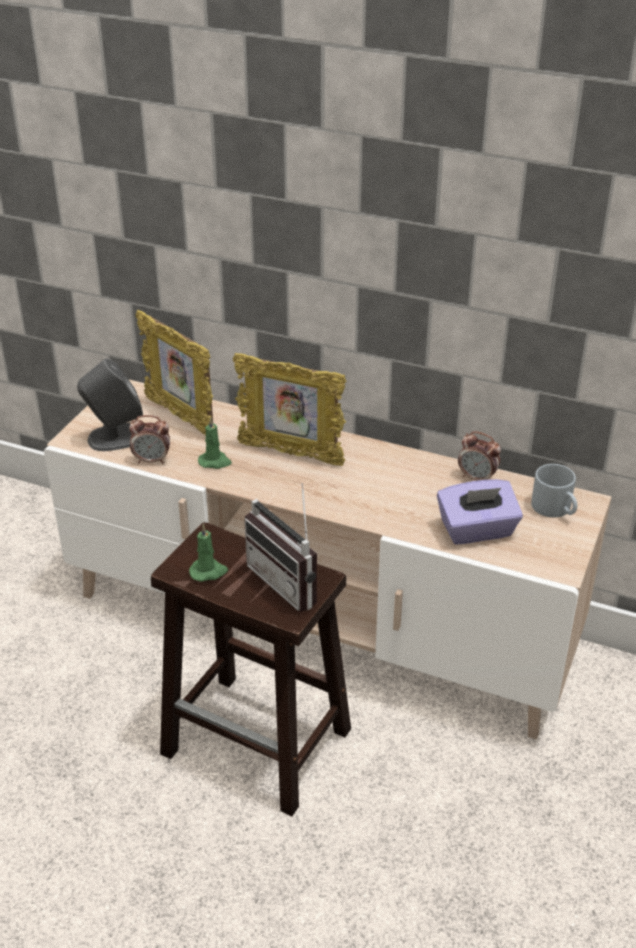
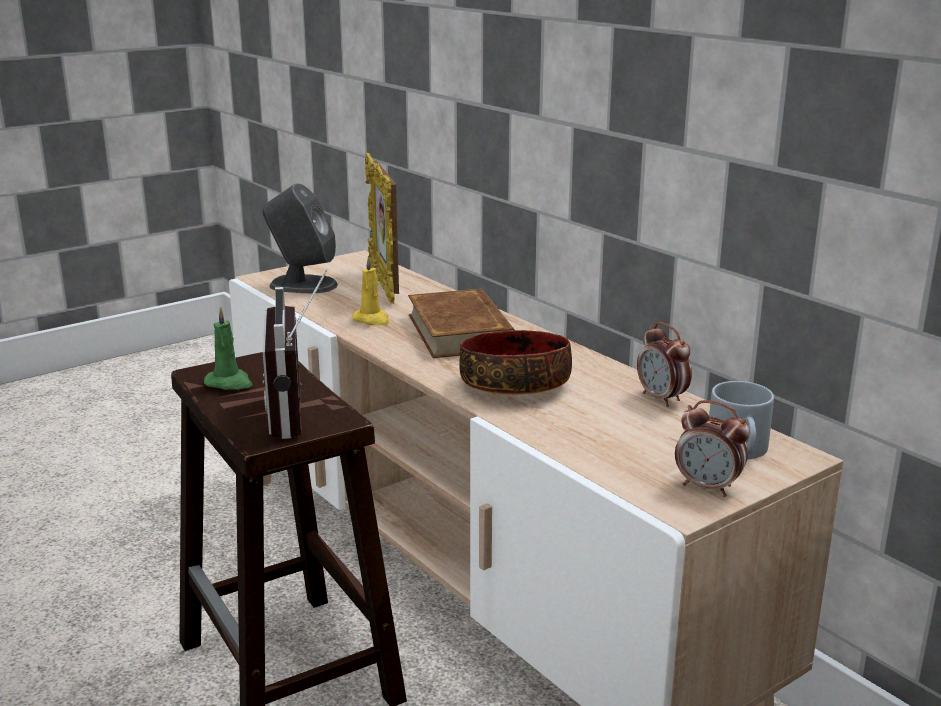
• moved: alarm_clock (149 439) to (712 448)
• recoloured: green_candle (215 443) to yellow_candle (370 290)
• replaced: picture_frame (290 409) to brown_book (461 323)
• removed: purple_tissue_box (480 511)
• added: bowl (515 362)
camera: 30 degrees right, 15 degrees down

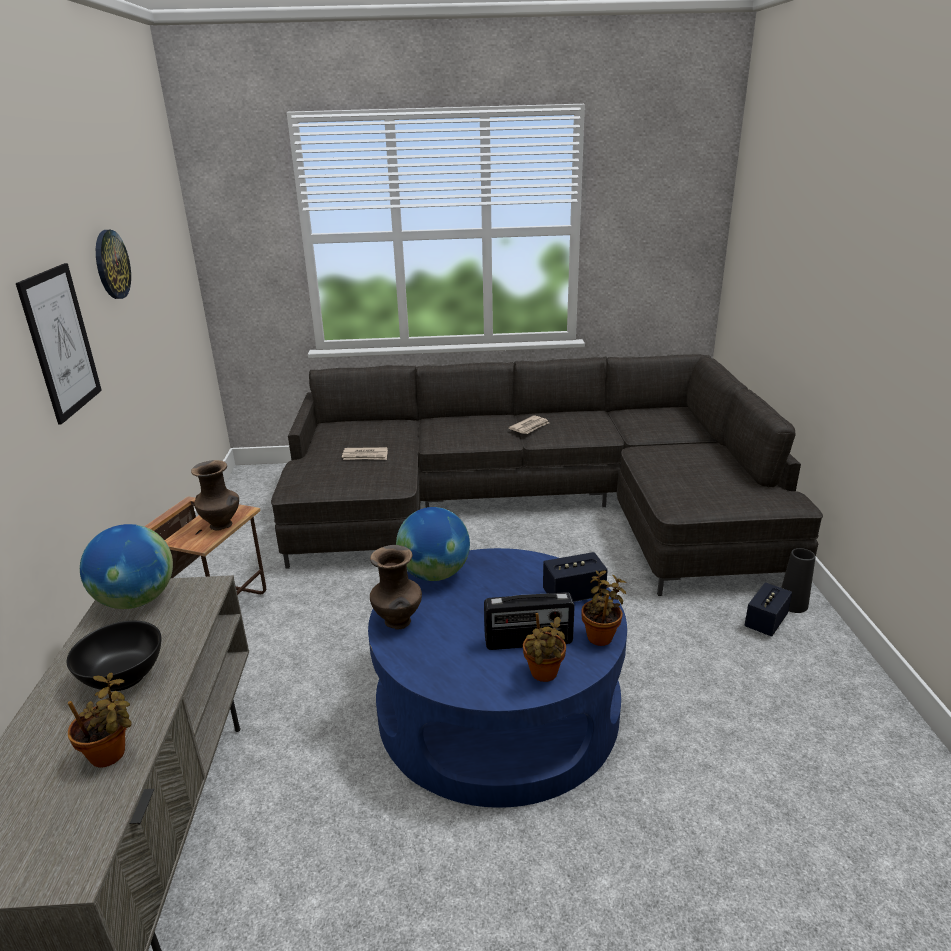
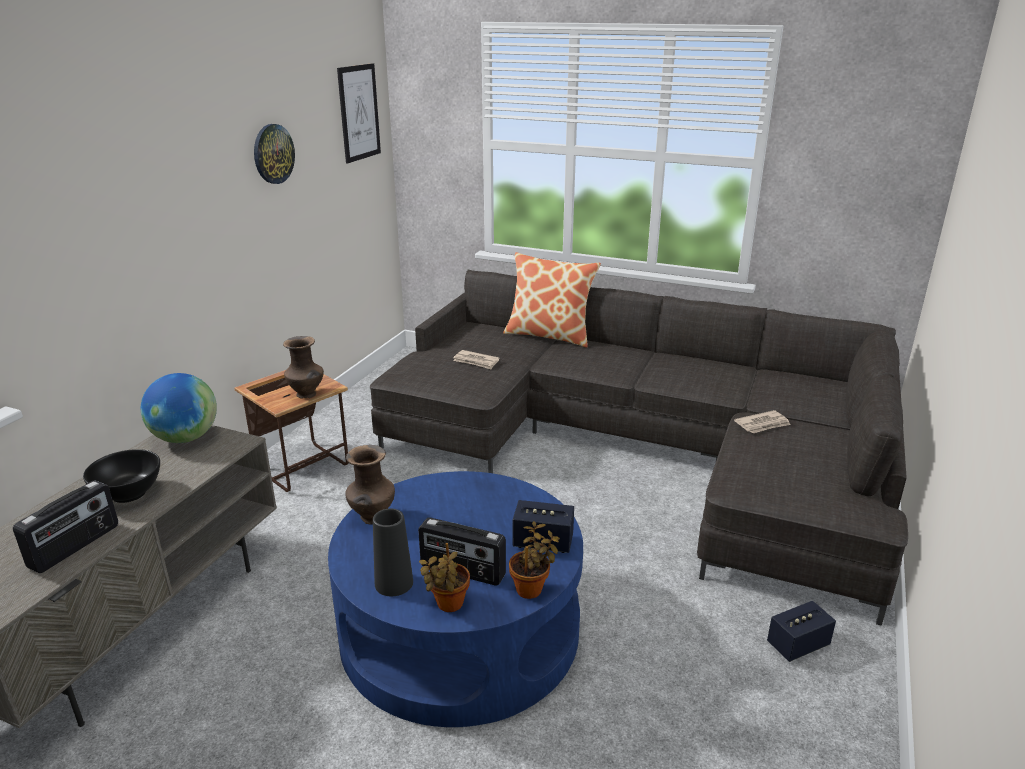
• moved: picture (59 344) to (359 113)
• replaced: potted_plant (100 719) to radio (65 526)
• removed: globe (433 544)
• moved: newspaper (529 424) to (762 421)
• moved: black_vase (798 580) to (393 552)
• added: pillow (552 300)
camera: 25 degrees right, 0 degrees up

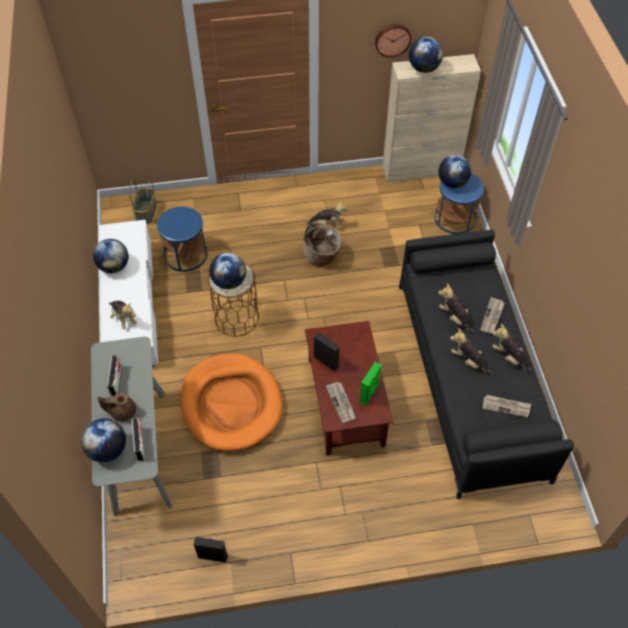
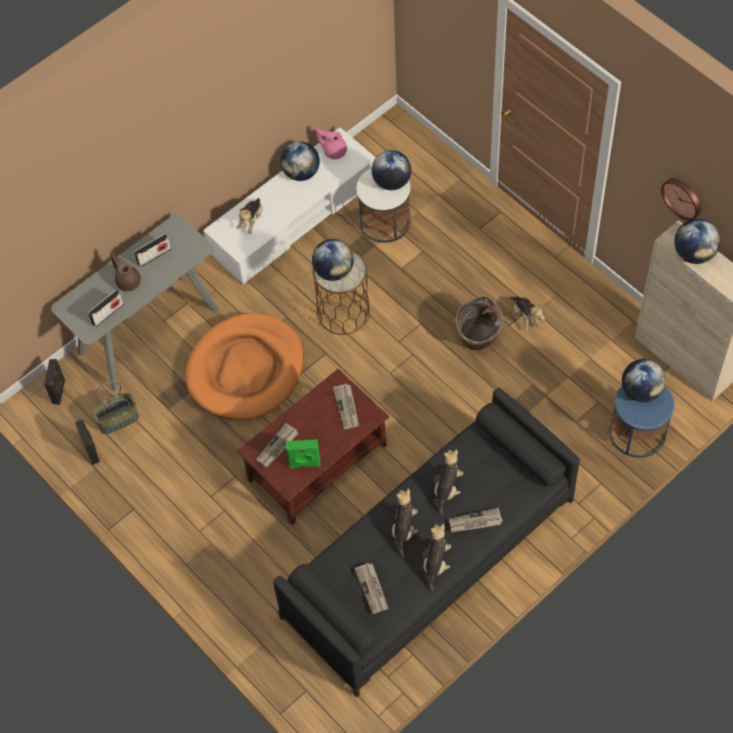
• moved: globe (103 440) to (391 170)
• moved: basket (143 201) to (115 407)
• recoloured: blue_side_table (182 239) to white_side_table (383 205)
• moved: black_speaker (327 351) to (54 382)
• added: pink_teapot (331 143)
• added: newspaper (346 406)
camera: 60 degrees right, 5 degrees up

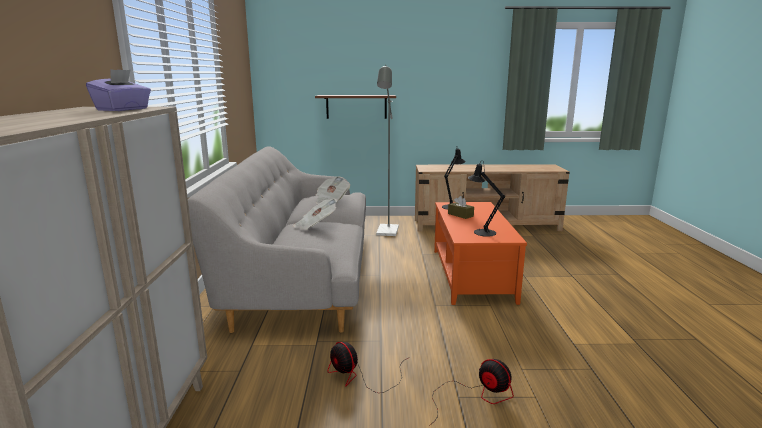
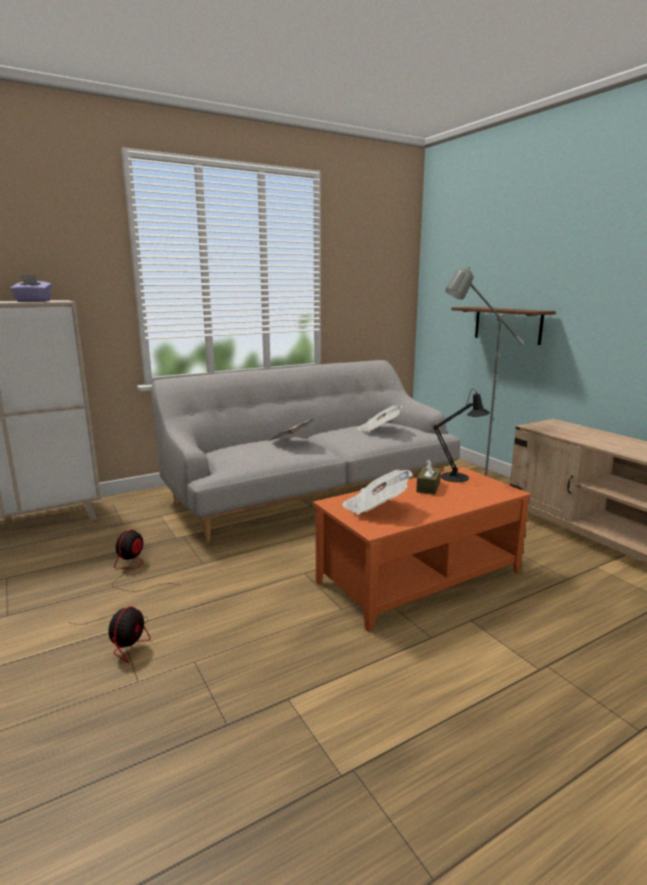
• replaced: black_table_lamp (486 199) to newspaper (377 492)
camera: 60 degrees right, 0 degrees up

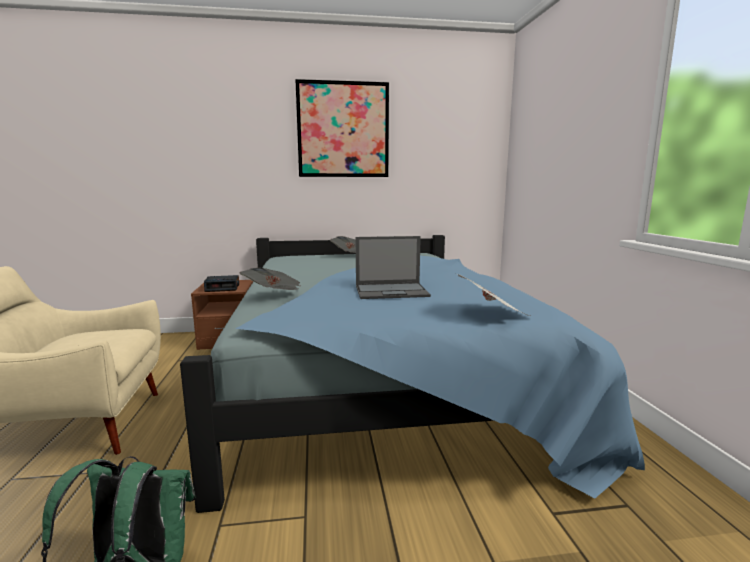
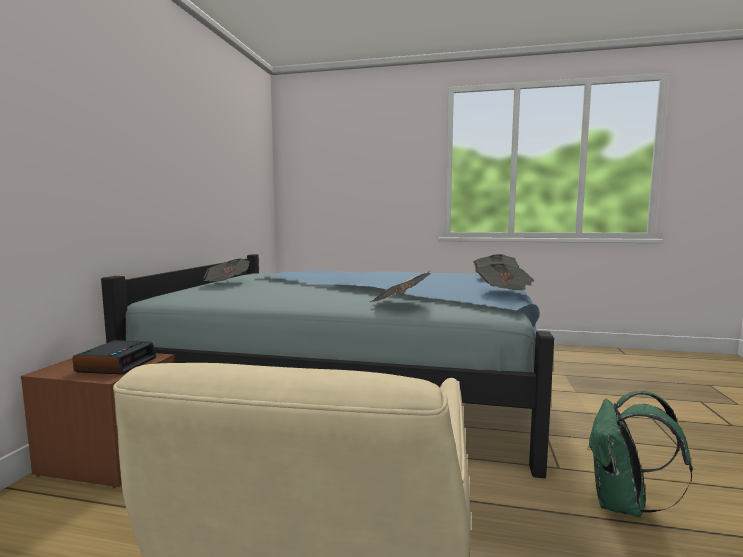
• removed: picture (342 128)
• removed: laptop (393 267)
• added: newspaper (504 276)
camera: 70 degrees left, 5 degrees down

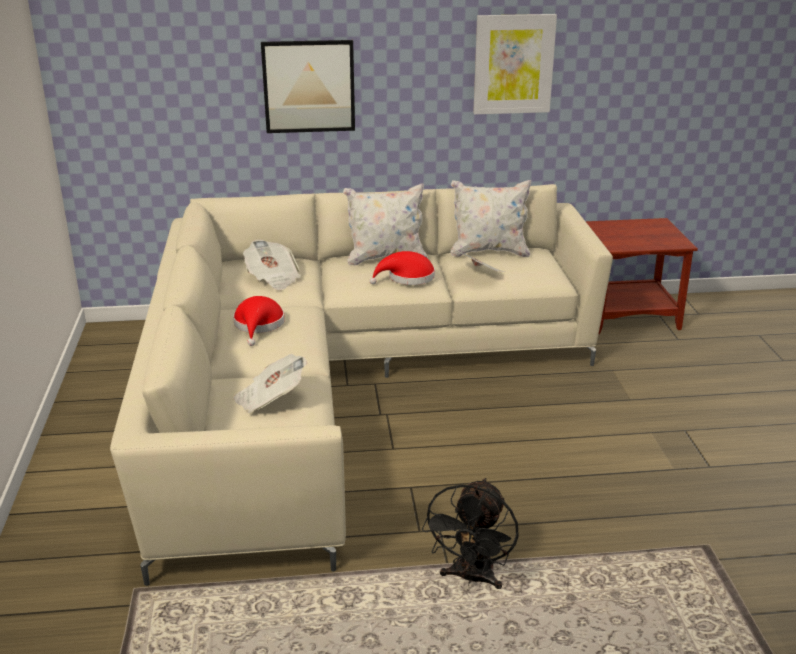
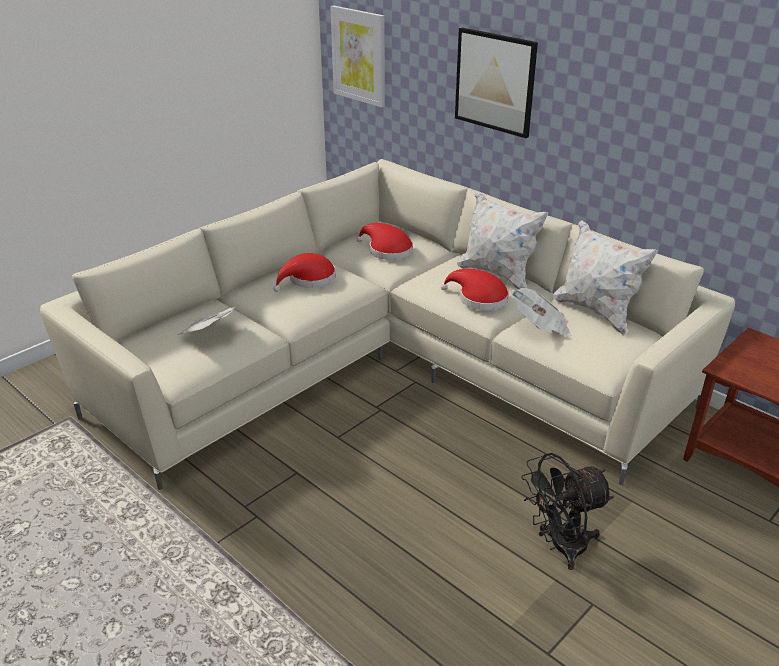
• replaced: newspaper (272 265) to red_hat (384 241)
• moved: black_fan (470 533) to (567 511)
• moved: picture (515 64) to (357 56)
camera: 50 degrees right, 5 degrees up

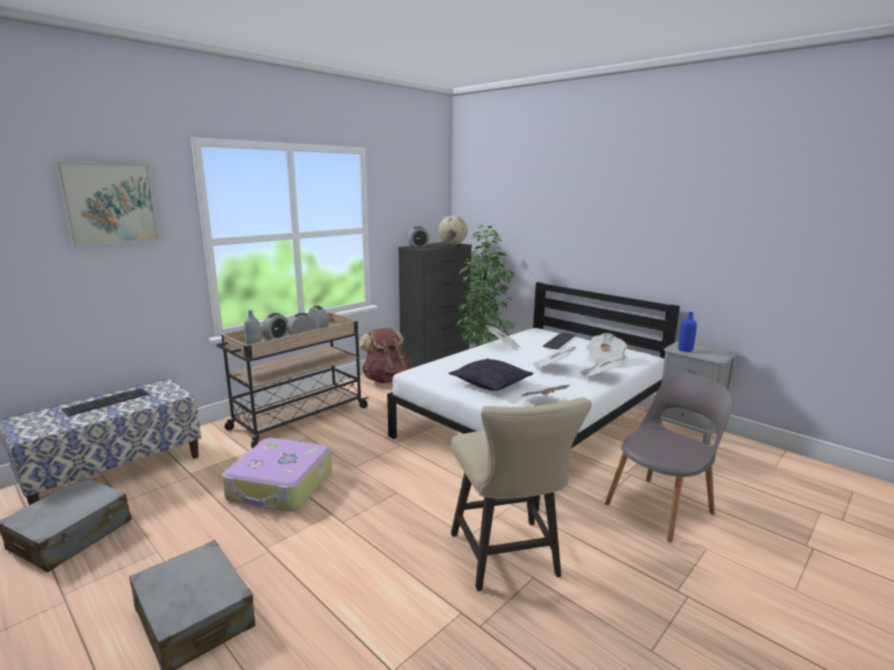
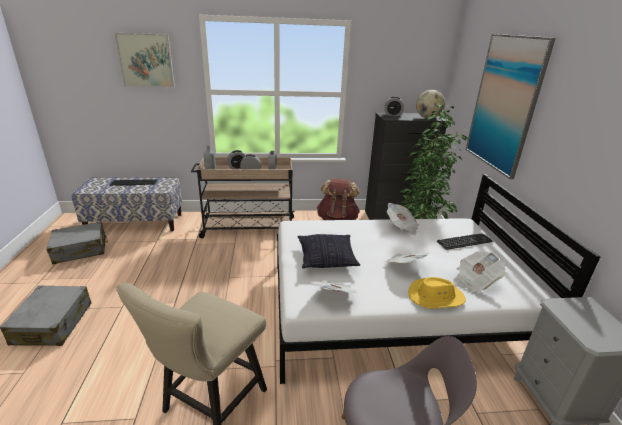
• removed: suitcase (277 475)
• replaced: newspaper (604 366) to yellow_hat (437 293)
• removed: blue_bottle (687 332)
• added: picture (511 106)
camera: 40 degrees right, 10 degrees up

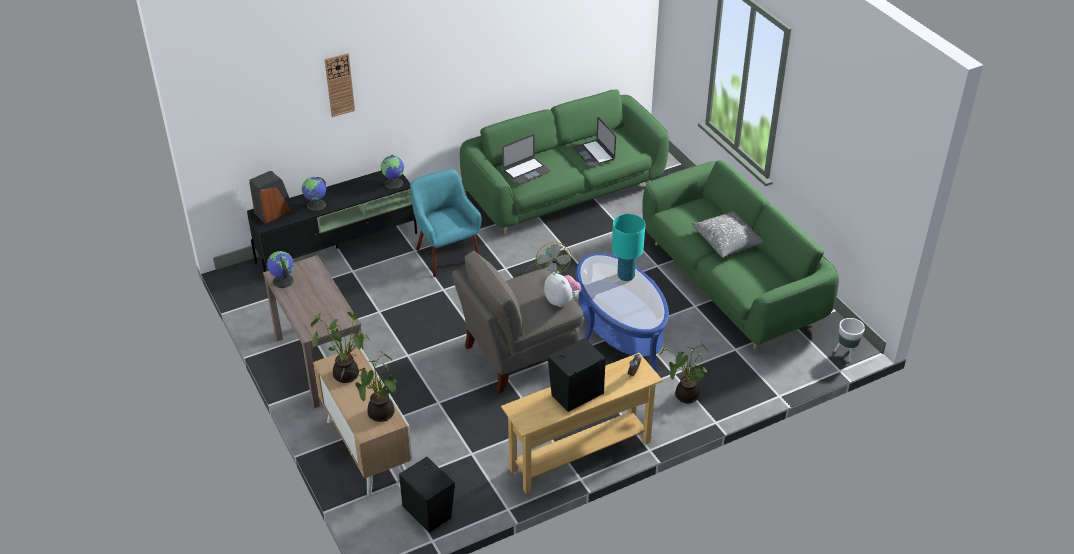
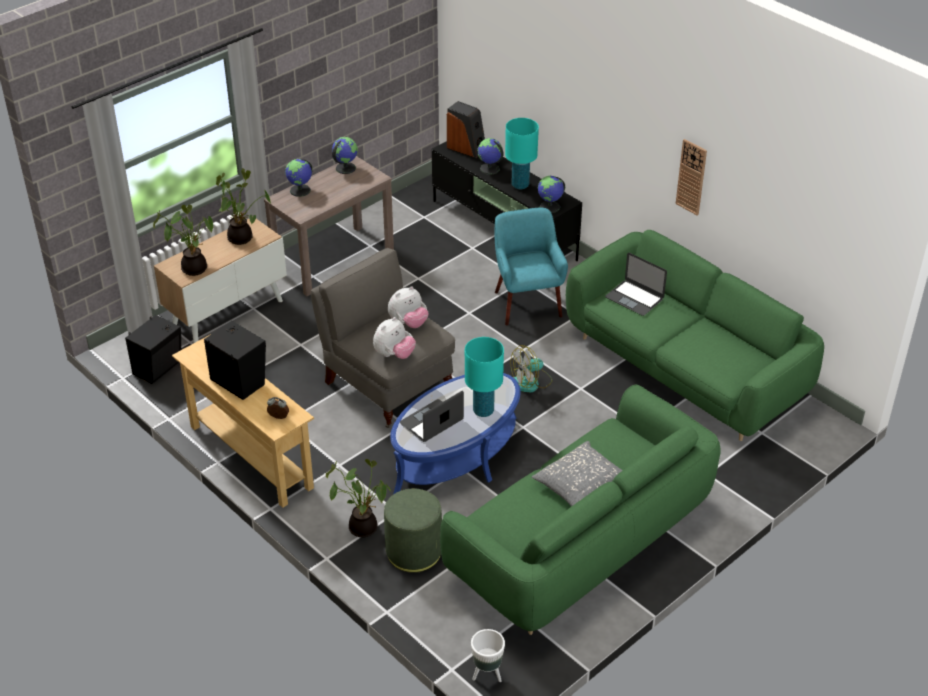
• moved: wall_clock (340 85) to (691 177)
• turned: turquoise_armchair (445 223) = (531 266) 60 degrees counterclockwise
• moved: laptop (594 142) to (432 416)
• added: globe (299 178)
• added: green_ottoman (413 530)
• added: plush_toy (408 307)
• added: turquoise_table_lamp (522 153)
camera: 75 degrees right, 0 degrees up

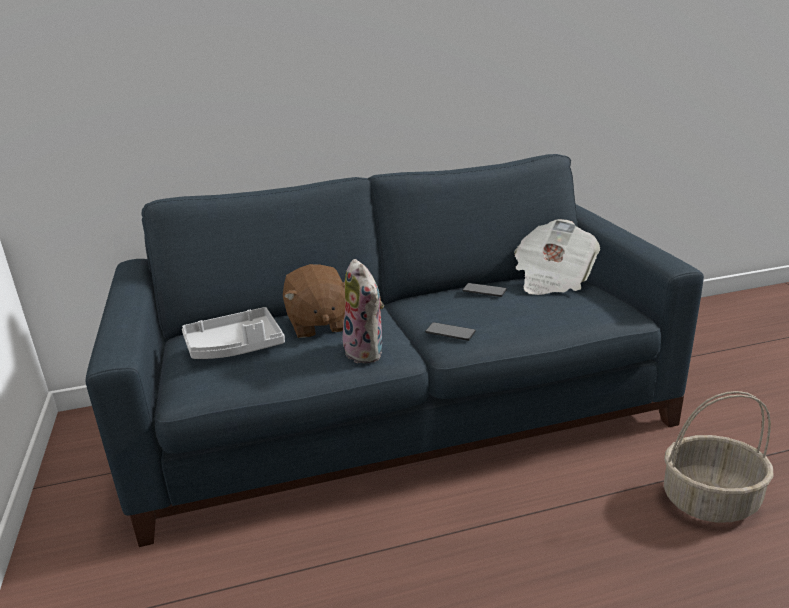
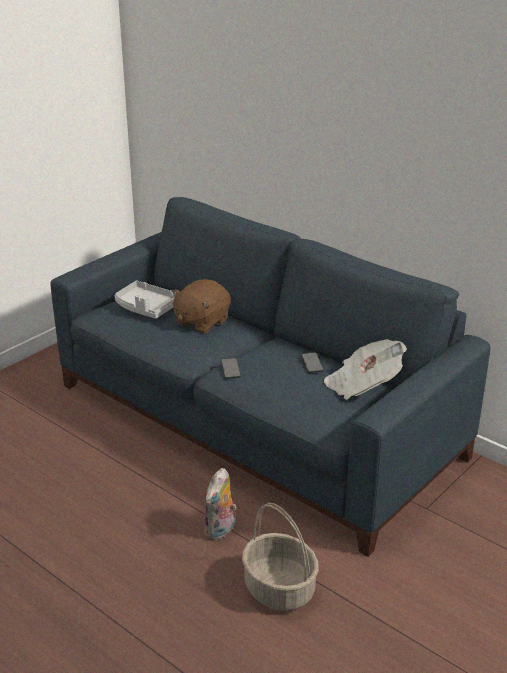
• moved: plush_toy (363 311) to (220 504)
camera: 55 degrees right, 5 degrees up

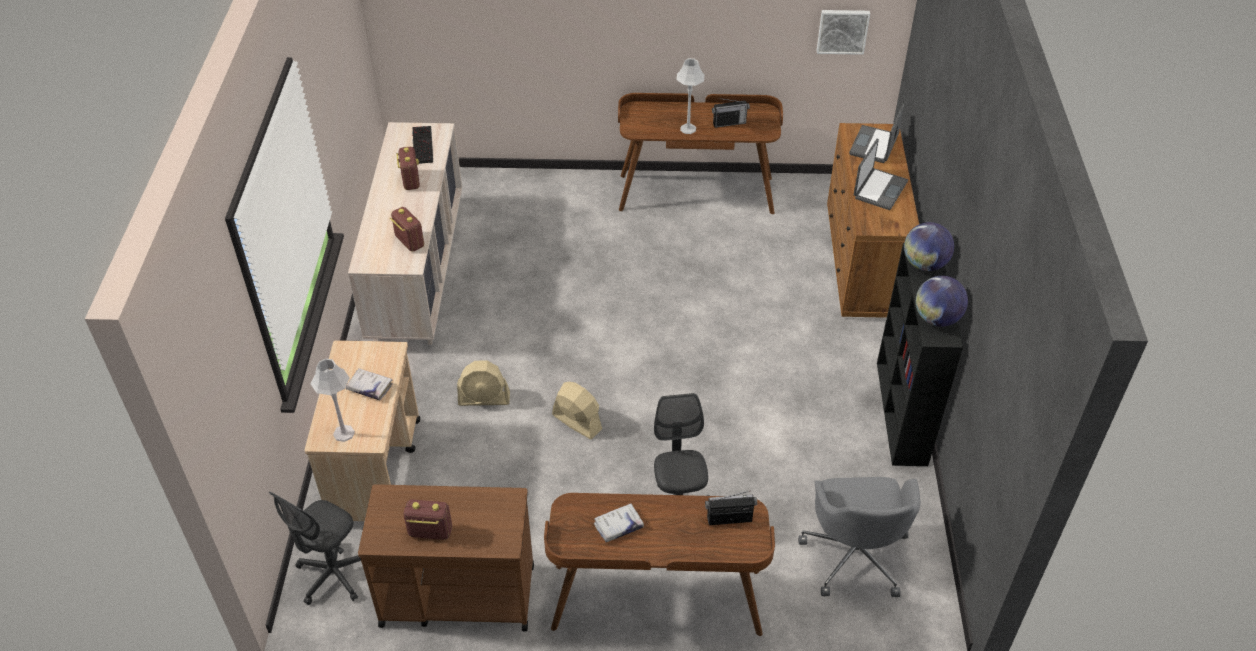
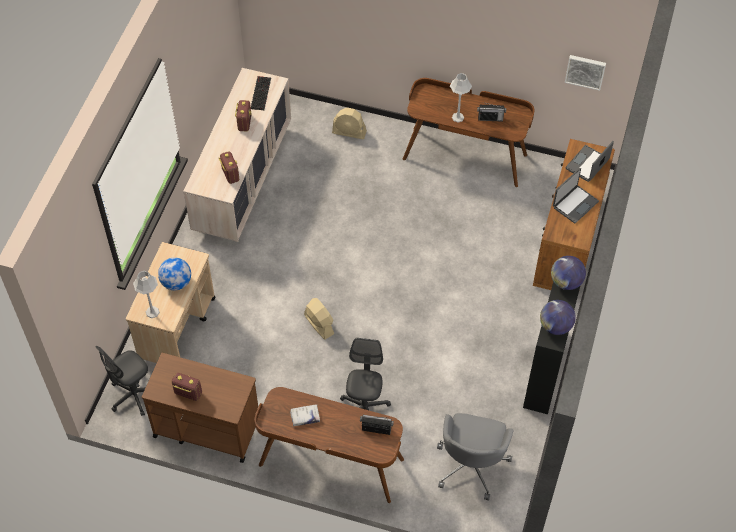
• replaced: white_book (369 384) to globe (174 273)
• moved: beige_fan (483 383) to (349 123)
camera: 15 degrees right, 10 degrees up

